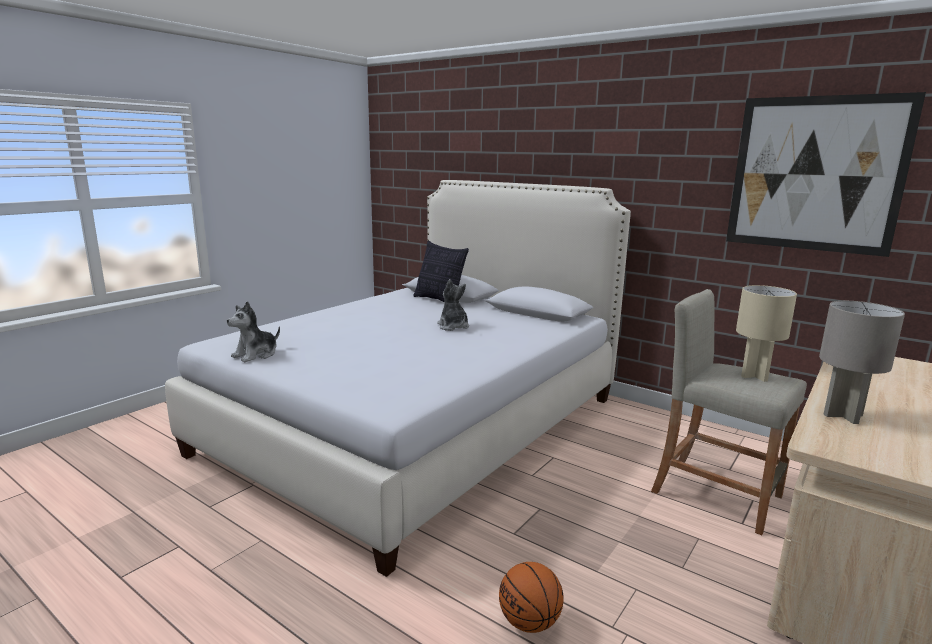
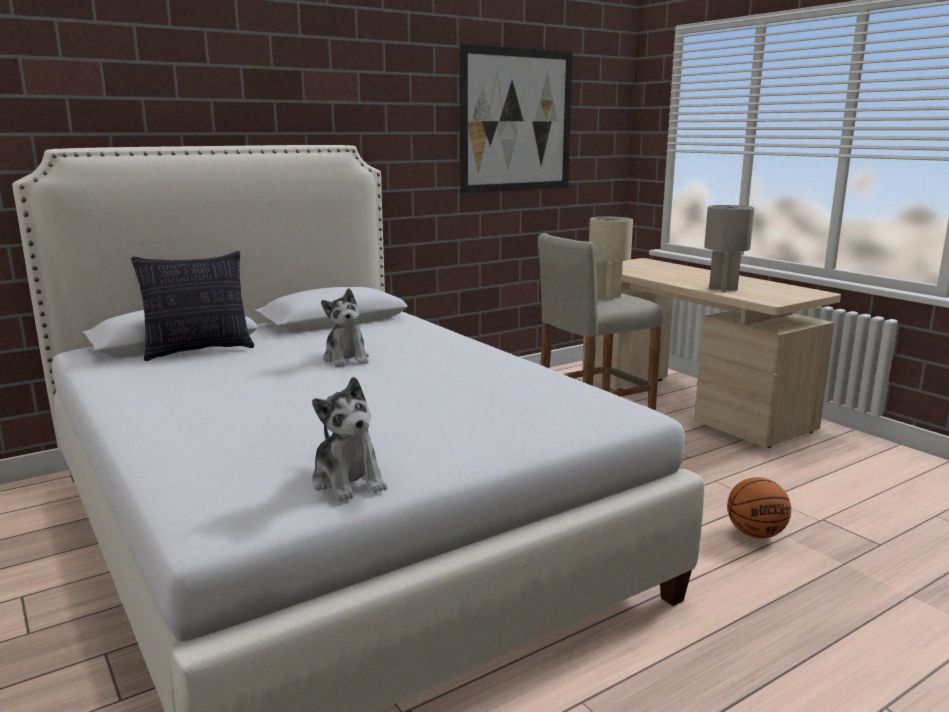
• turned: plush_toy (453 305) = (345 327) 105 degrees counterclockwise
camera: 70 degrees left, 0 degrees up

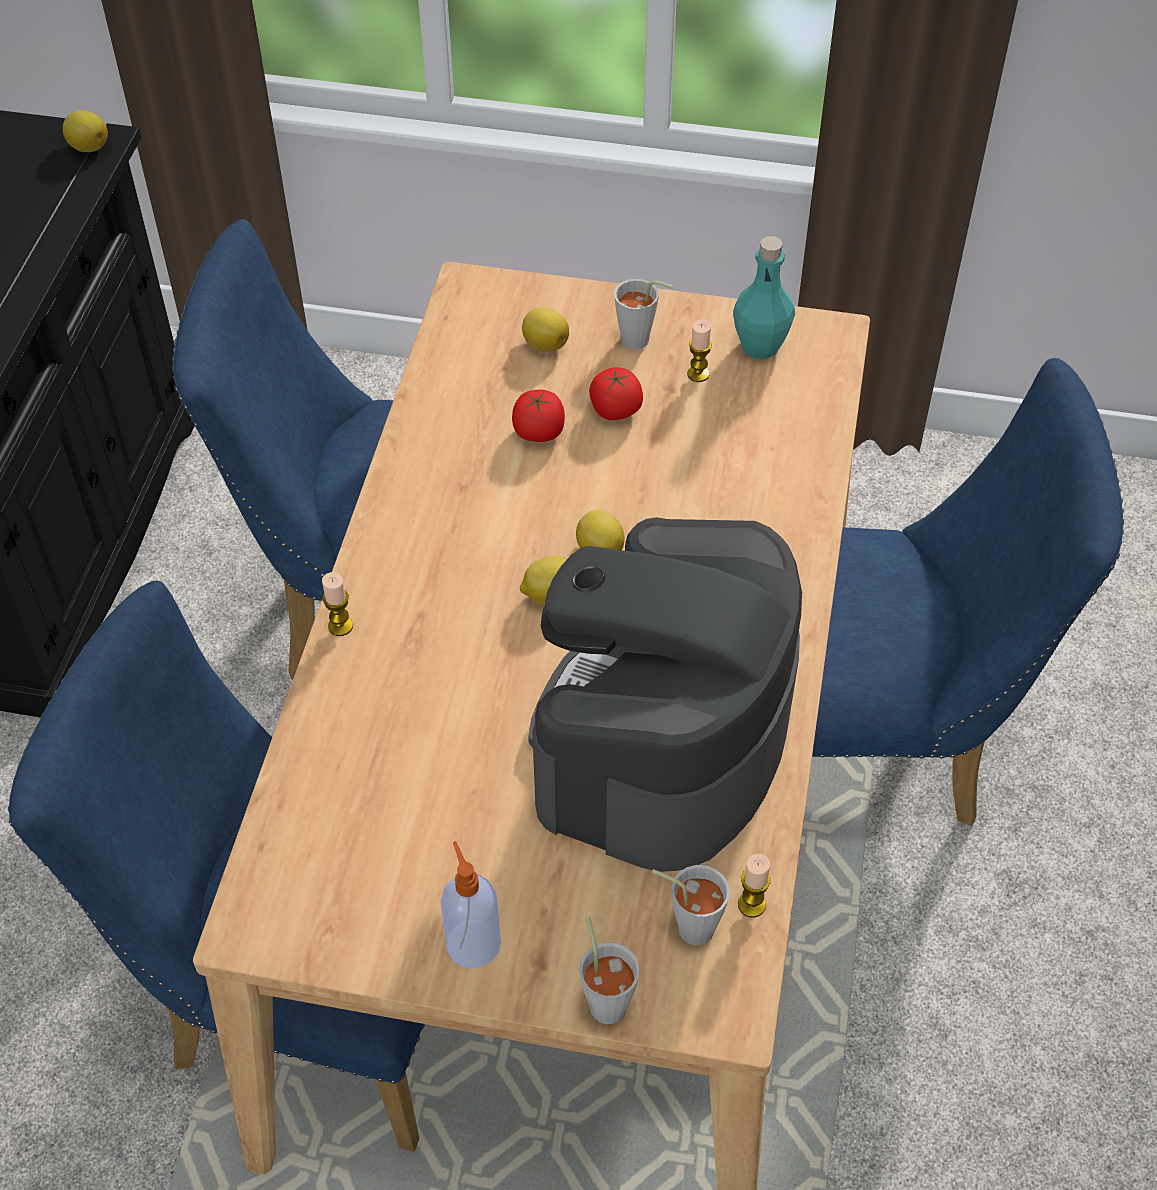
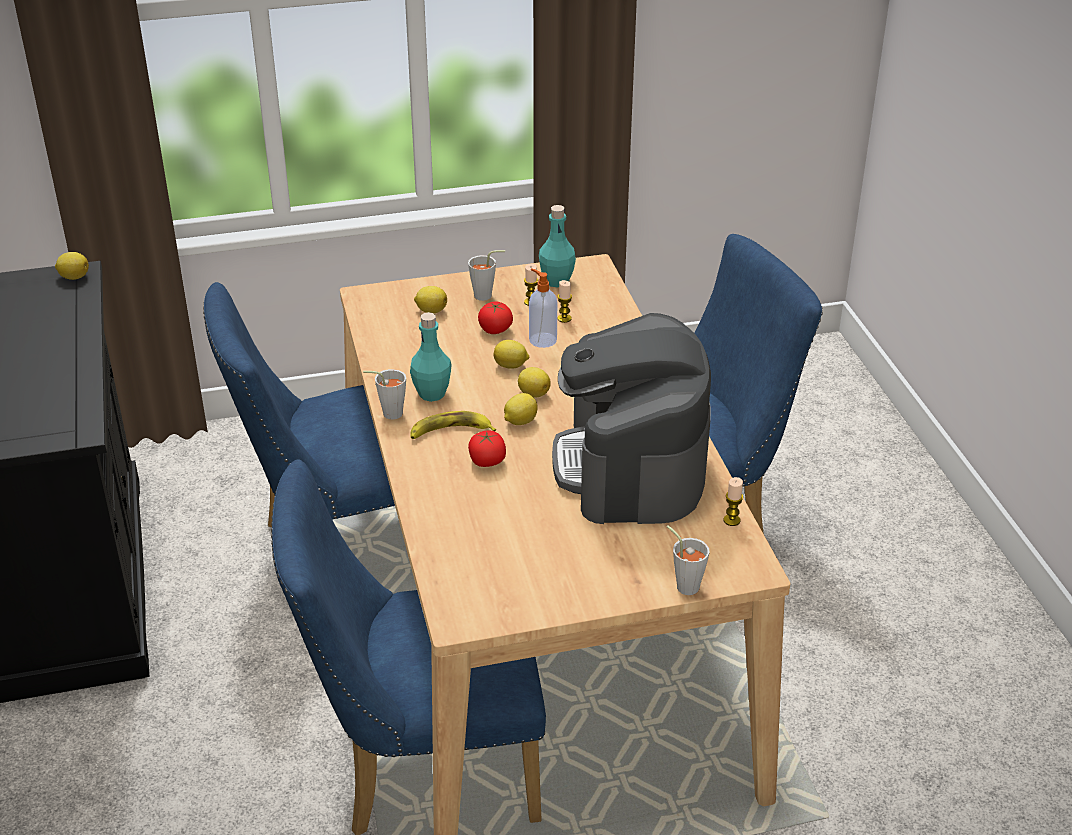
• moved: candle (337 604) to (564 301)
• moved: soap_dispenser (470 904) to (543 308)
• moved: tomato (538 416) to (487 449)
• moved: grey_cup (691 905) to (384 394)
• added: turquoise_bottle (431 357)
• added: banana (453 425)
• added: lemon (511 354)
camera: 25 degrees left, 15 degrees down

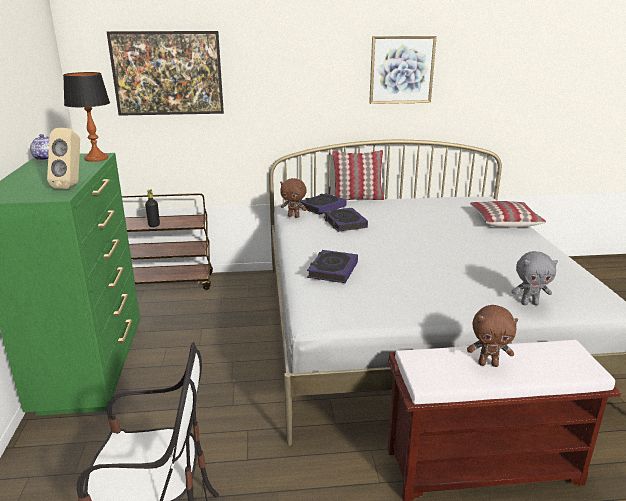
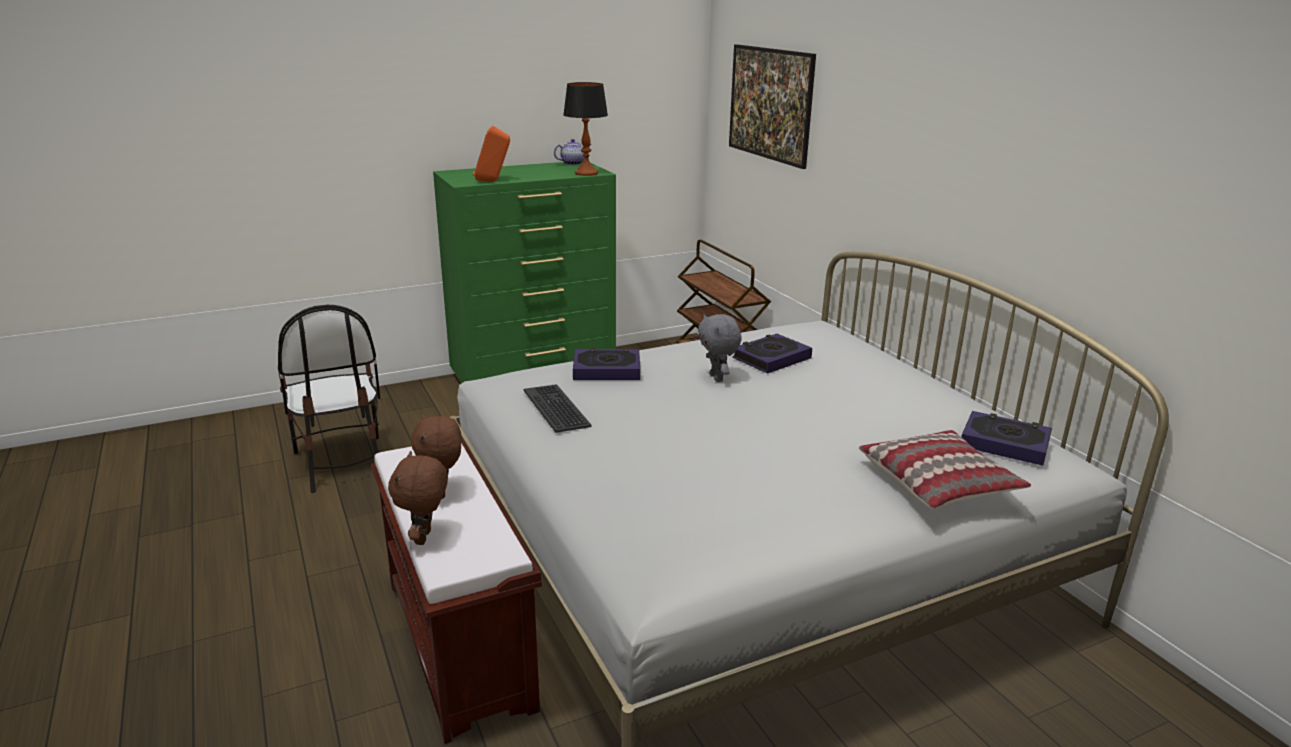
• recoloured: beige_speaker (63 158) to orange_speaker (491 154)
• removed: black_bottle (152 208)
• moved: brown_plush_toy (293 198) to (418 498)
• moved: book (323 204) to (1006 438)
• removed: pillow (358 175)
• removed: picture (403 70)
• moved: grey_plush_toy (534 278) to (719 348)
• added: keyboard (558 408)
camera: 70 degrees right, 0 degrees up

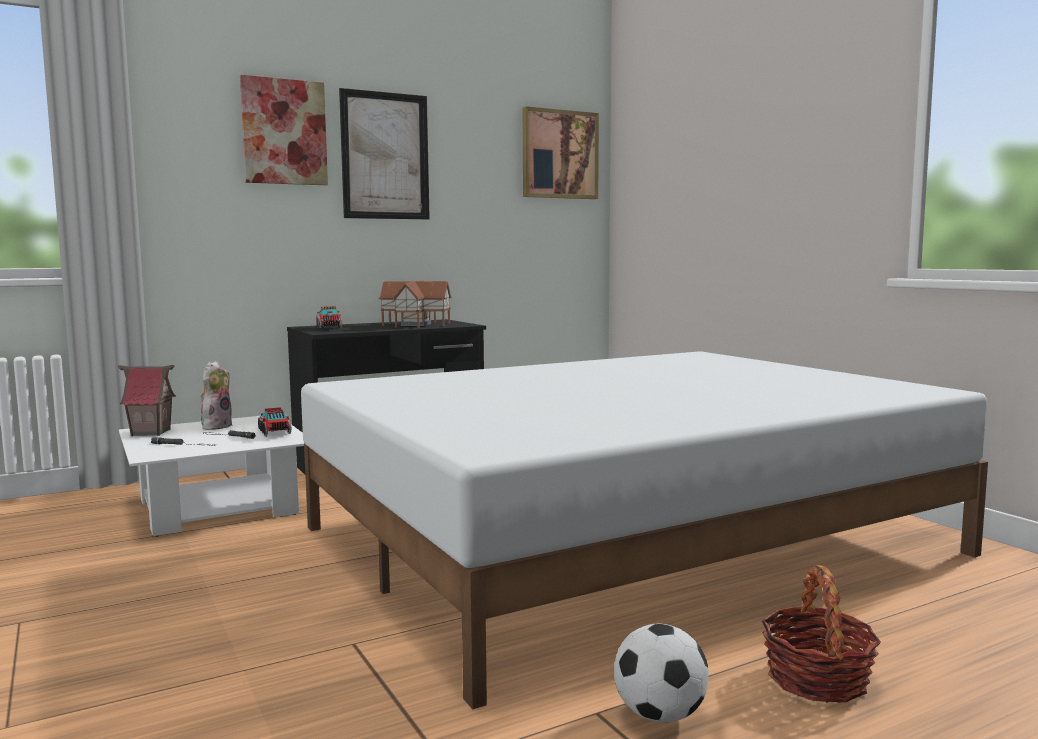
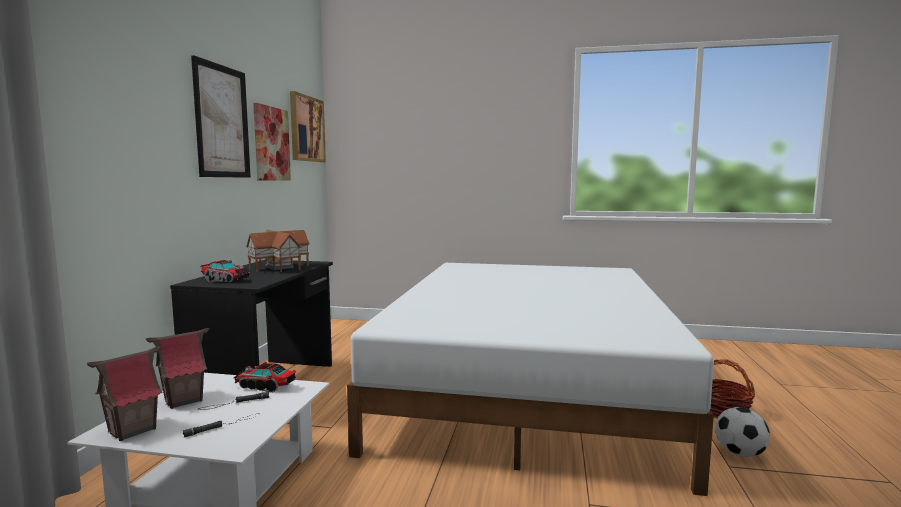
• replaced: plush_toy (216 395) to toy_house (177 368)
• moved: picture (284 130) to (272 142)
camera: 50 degrees left, 0 degrees up

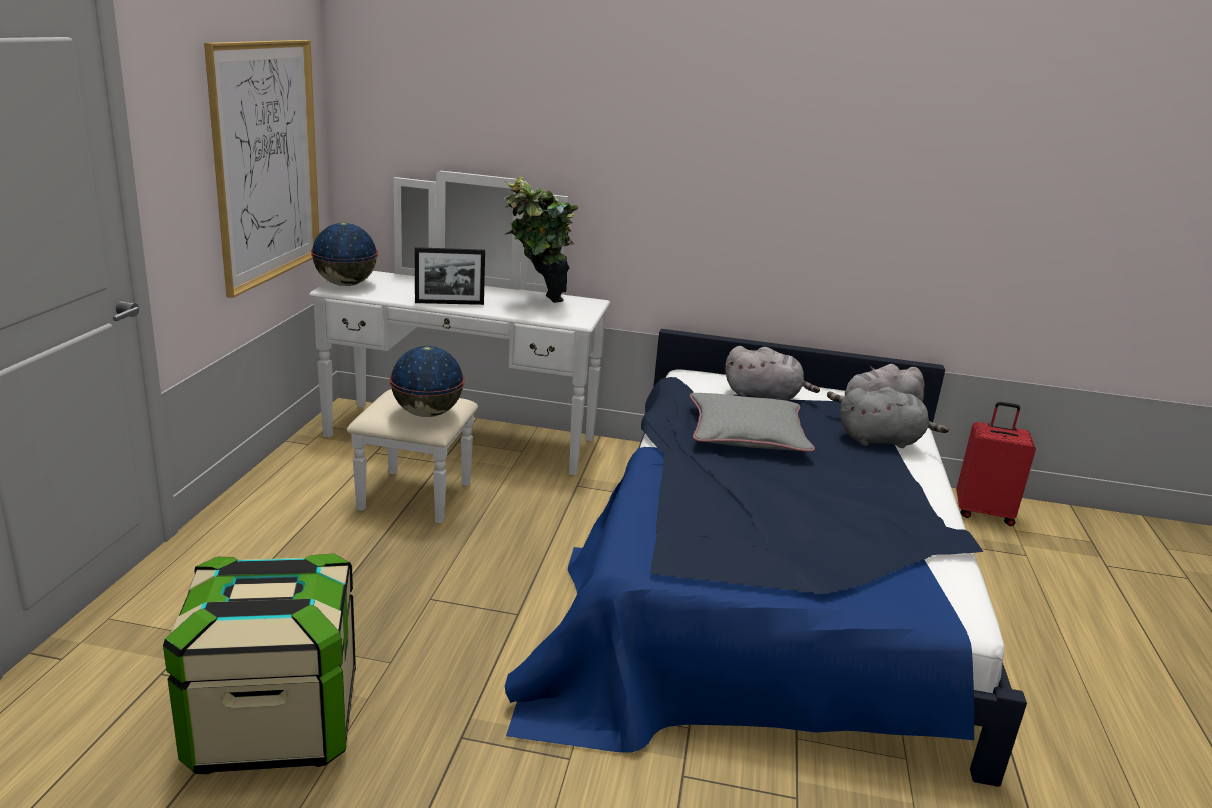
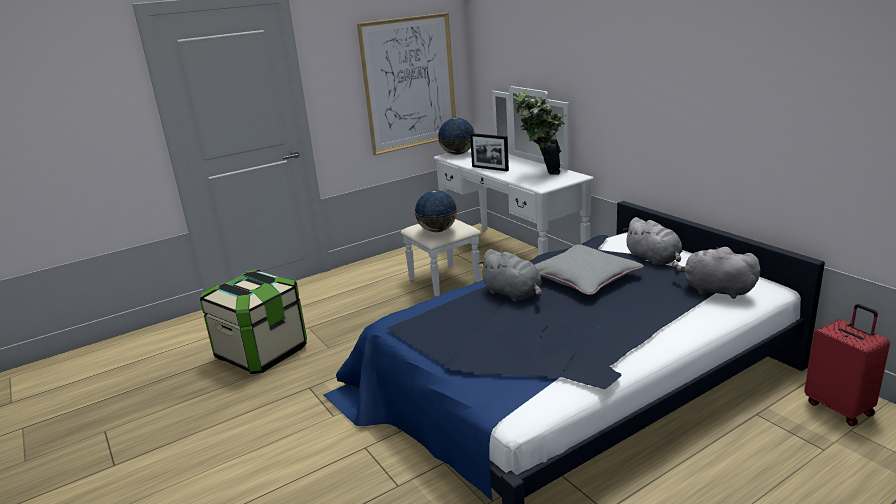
• moved: grey_plush_toy (894 417) to (510 275)
camera: 50 degrees right, 0 degrees up

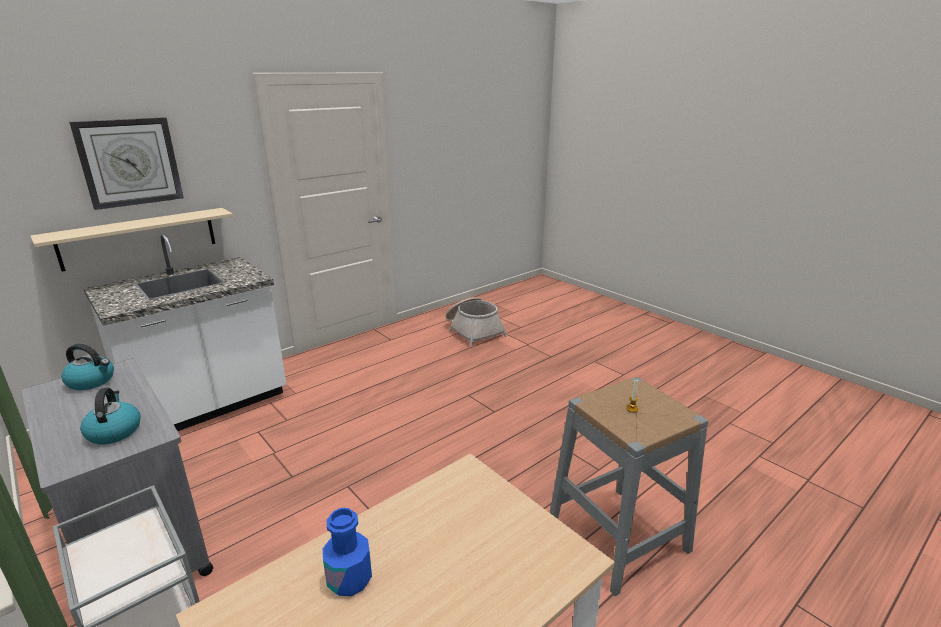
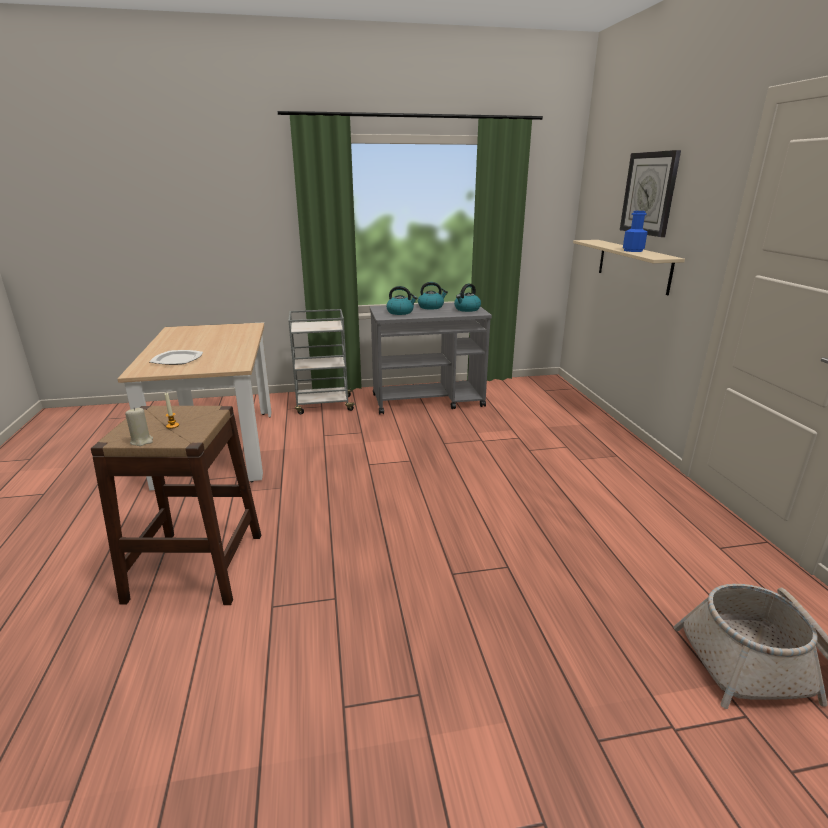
• removed: white_counter (185 332)
• moved: blue_bottle (347 552) to (635 231)
• recoloured: grey_stool (629 486) to brown_stool (176 505)
• added: beige_candle (139 427)
• added: plate (176 357)
• added: kettle (433 296)
camera: 120 degrees right, 0 degrees up

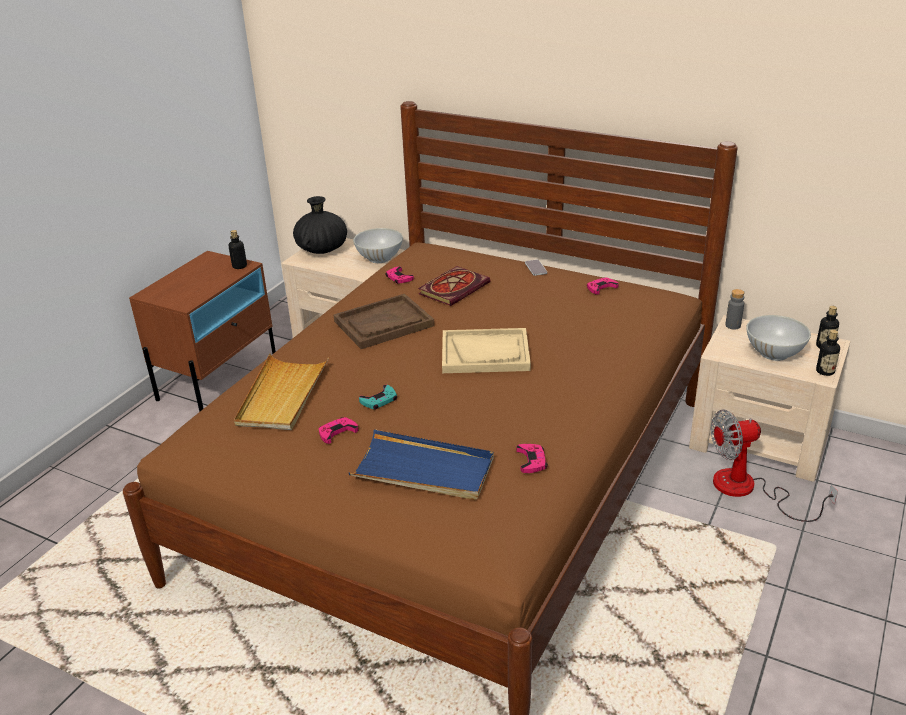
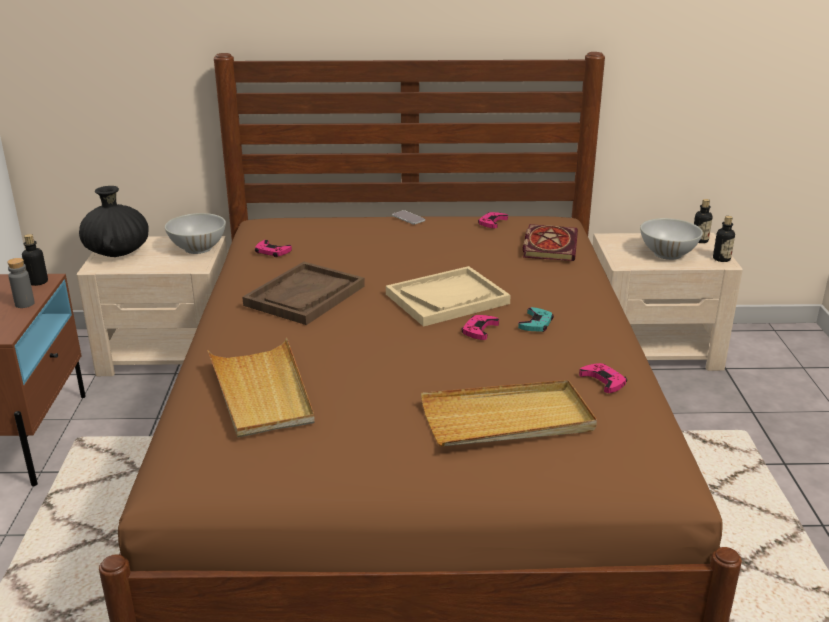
• moved: pink_game_controller (338 430) to (480 327)
• recoloured: blue_tray (421 464) to beige_tray (509 413)
• moved: turquoise_game_controller (378 397) to (536 319)
• moved: book (454 286) to (550 242)
• removed: fan (774 465)
• moved: grey_bottle (735 309) to (21 283)
camera: 30 degrees left, 5 degrees down

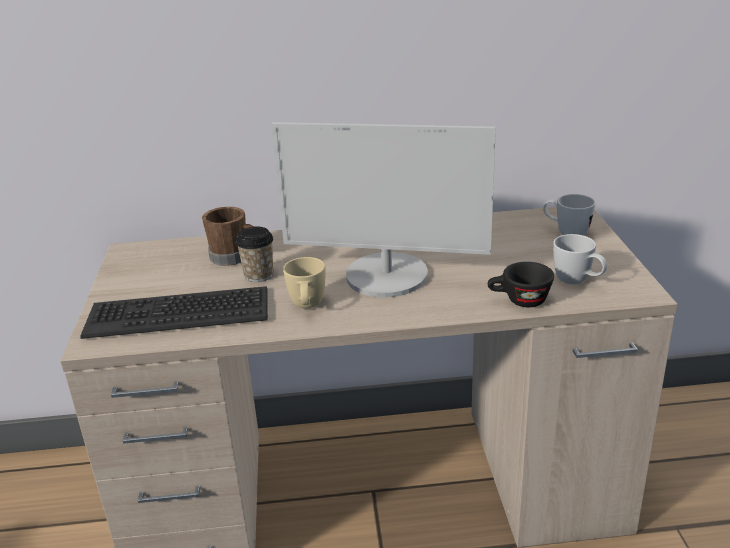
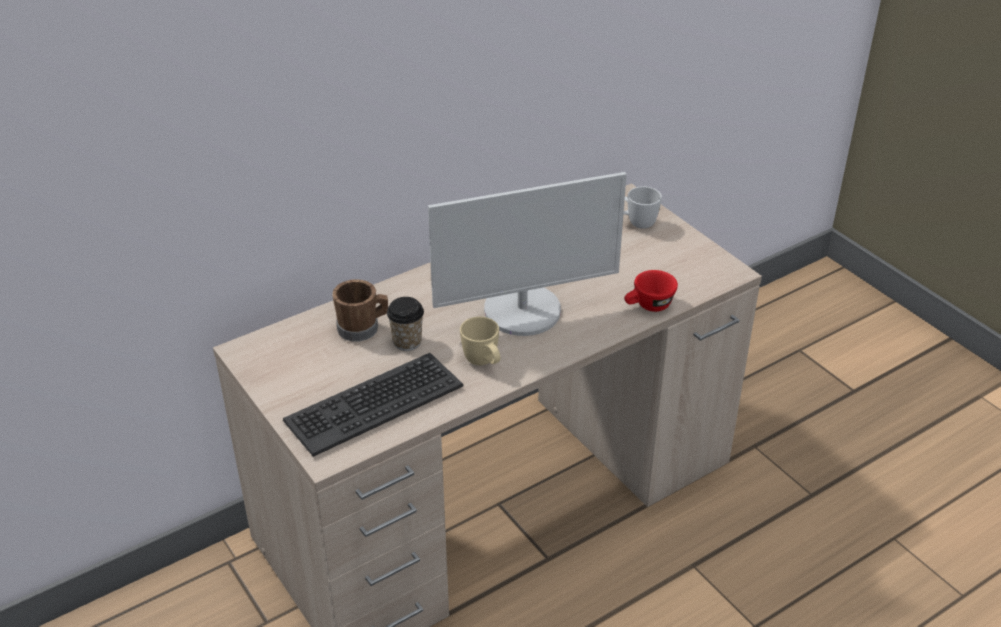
• recoloured: black_cup (521 284) to red_cup (651 291)
• removed: white_mug (580 259)
camera: 30 degrees left, 10 degrees up

